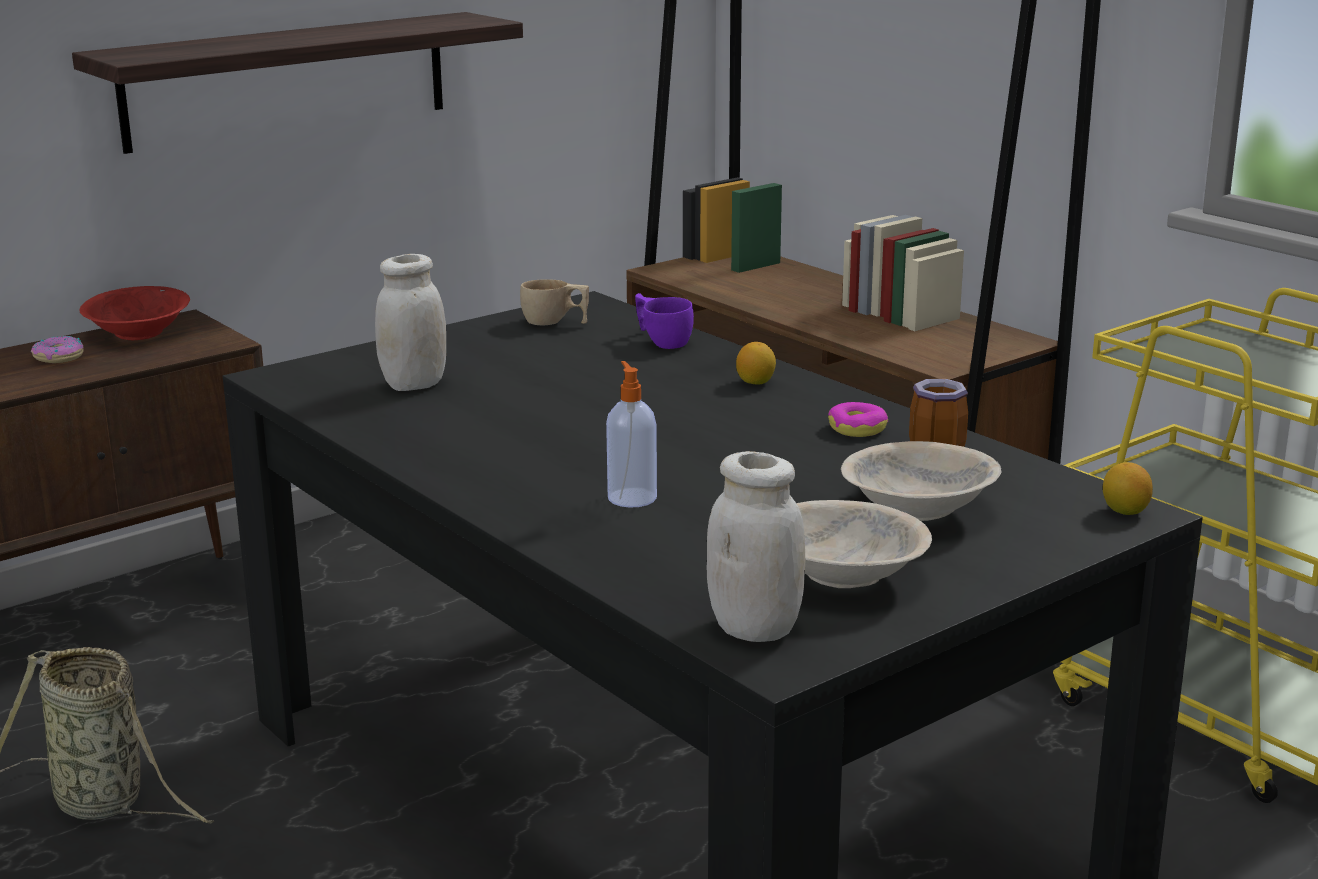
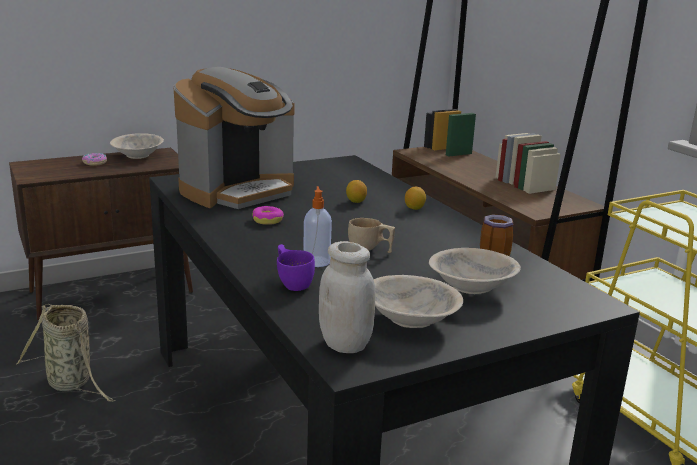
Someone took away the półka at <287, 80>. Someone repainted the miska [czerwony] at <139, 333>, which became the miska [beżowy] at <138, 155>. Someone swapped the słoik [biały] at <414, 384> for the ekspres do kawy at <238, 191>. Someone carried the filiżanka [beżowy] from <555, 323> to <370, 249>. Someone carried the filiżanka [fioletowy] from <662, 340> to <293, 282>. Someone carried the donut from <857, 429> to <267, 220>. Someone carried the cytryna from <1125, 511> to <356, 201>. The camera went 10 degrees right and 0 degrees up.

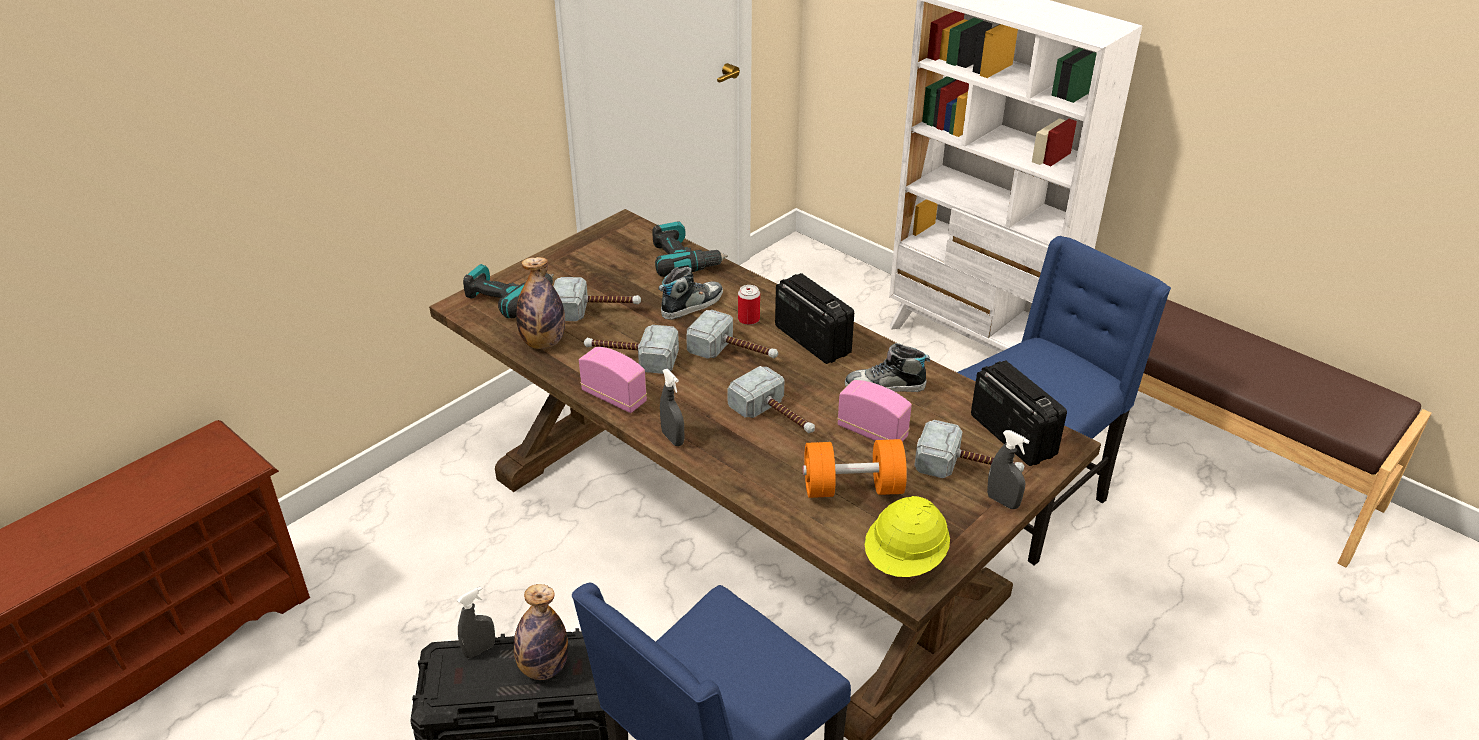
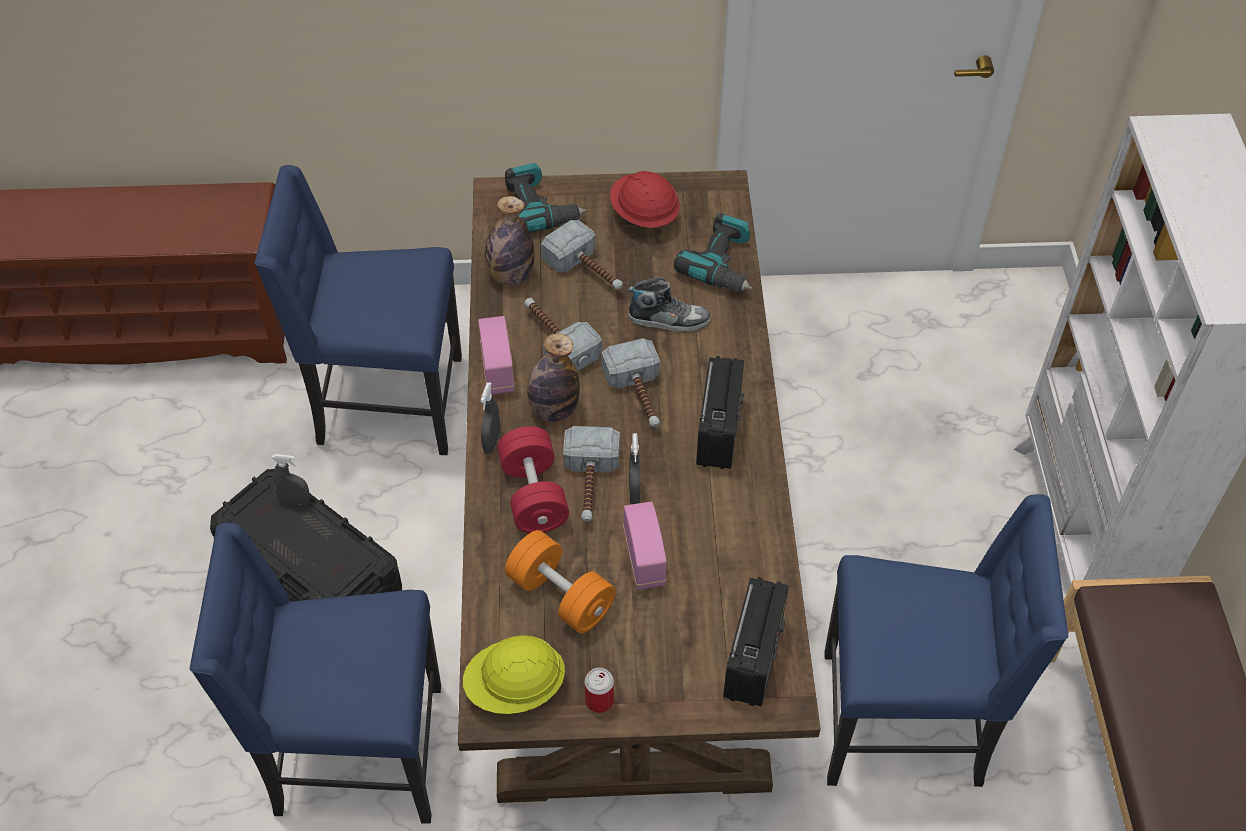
Someone carried the butelka from <543, 668> to <553, 410>. Someone carried the puszka from <748, 319> to <599, 701>. Someone took away the but at <885, 386>. Someone took away the młotek at <968, 468>. Someone carried the spryskiwacz [szary] from <1002, 501> to <634, 493>. Someone put down the krzesło [niebieski] at <386, 403>. Someone put down the hantel [czerwony] at <534, 495>. Someone put down the kask [czerwony] at <644, 215>. The camera went 45 degrees right and 15 degrees up.

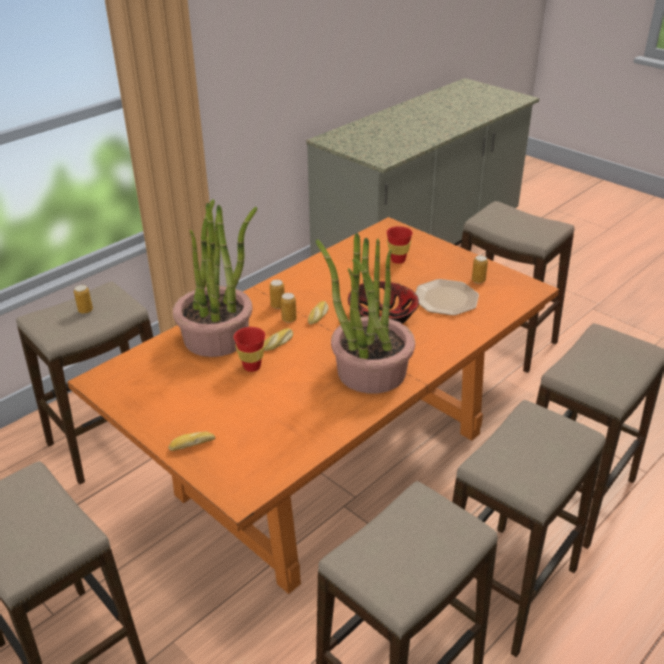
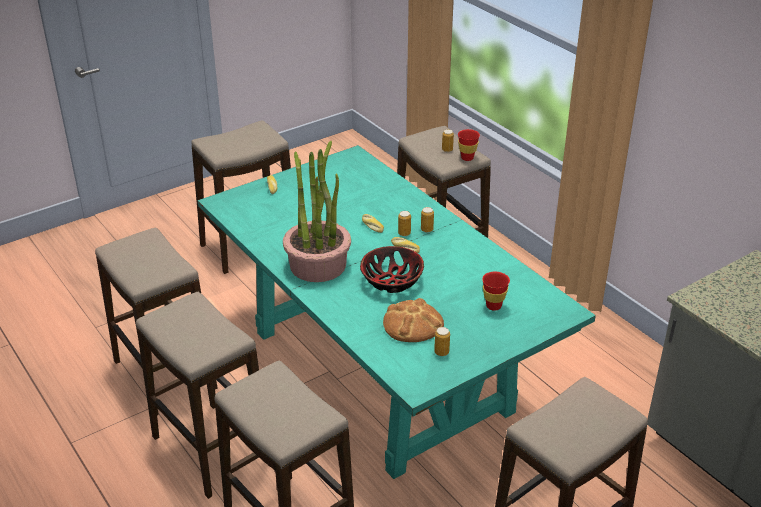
Someone repainted the stół jadalny [pomarańczowy] at <334, 462>, which became the stół jadalny [turkusowy] at <381, 372>. Someone took away the roślina doniczkowa at <217, 337>. Someone carried the filiżanka [czerwony] from <252, 366> to <467, 158>. Someone swapped the talerz at <446, 299> for the chleb at <412, 324>. The camera went 100 degrees right and 0 degrees up.

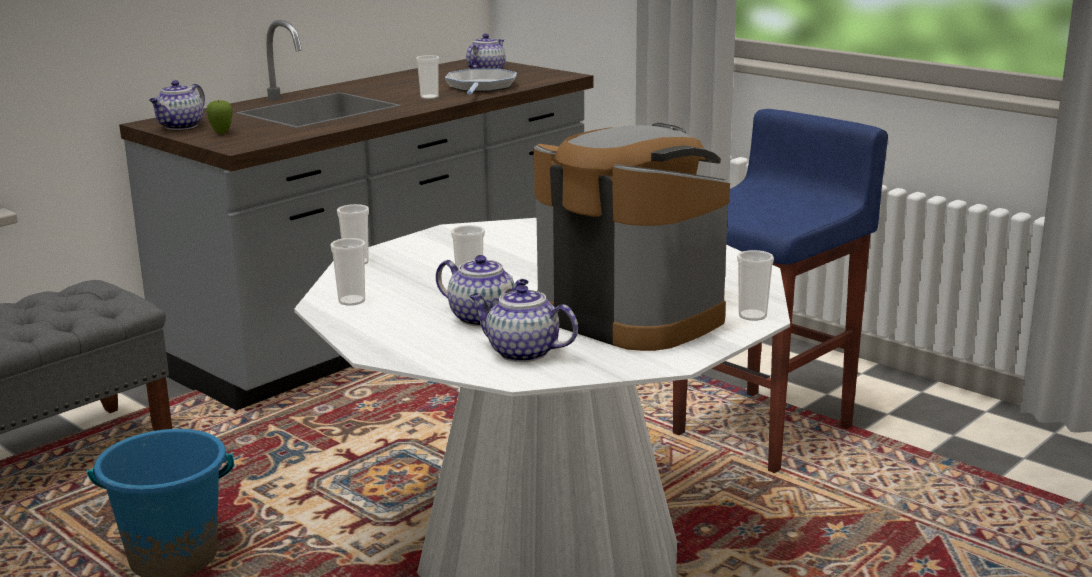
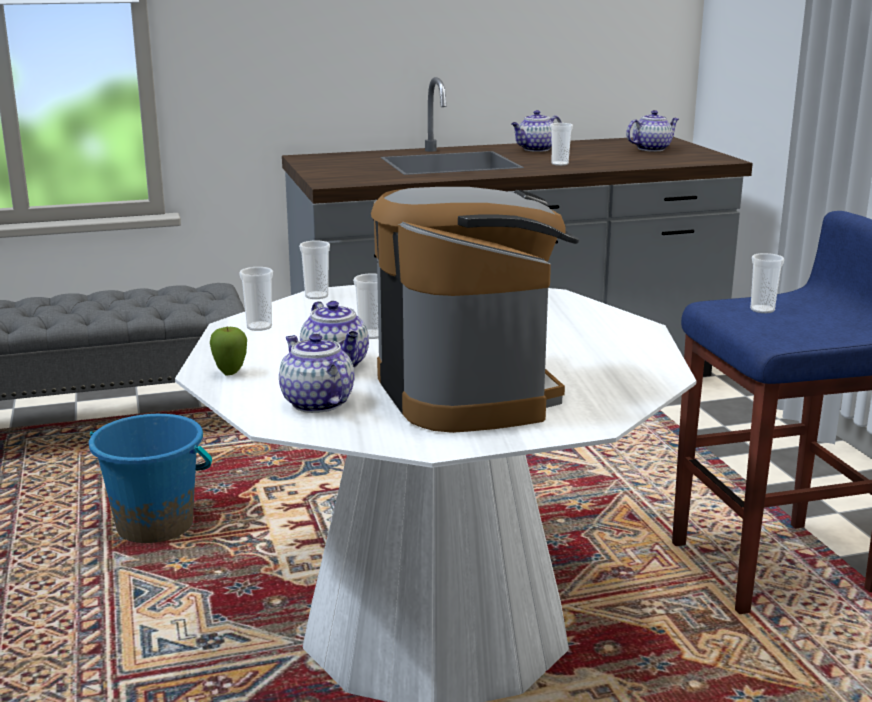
Someone carried the imbryk from <180, 126> to <535, 149>. Someone carried the jabłko from <221, 133> to <230, 373>. Someone took away the patelnia at <480, 87>. Someone carried the filiżanka from <752, 316> to <762, 310>. The camera went 30 degrees right and 0 degrees up.

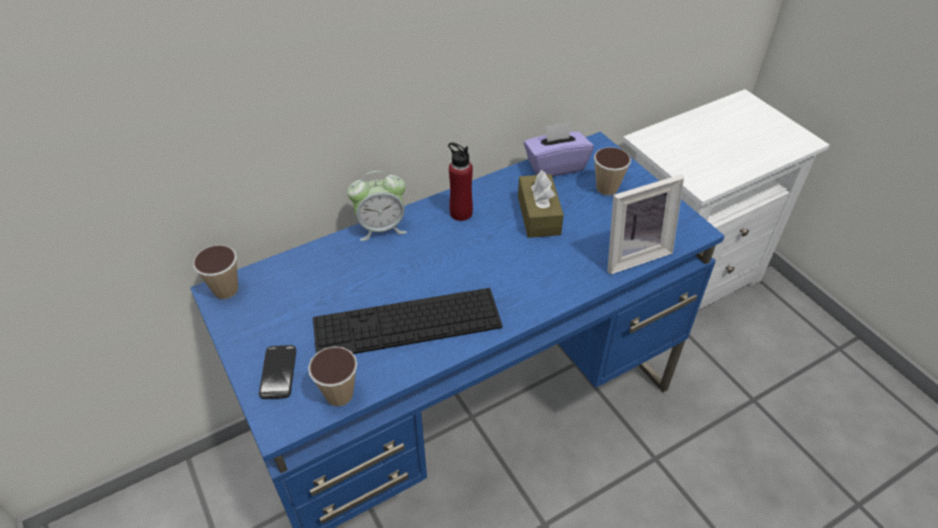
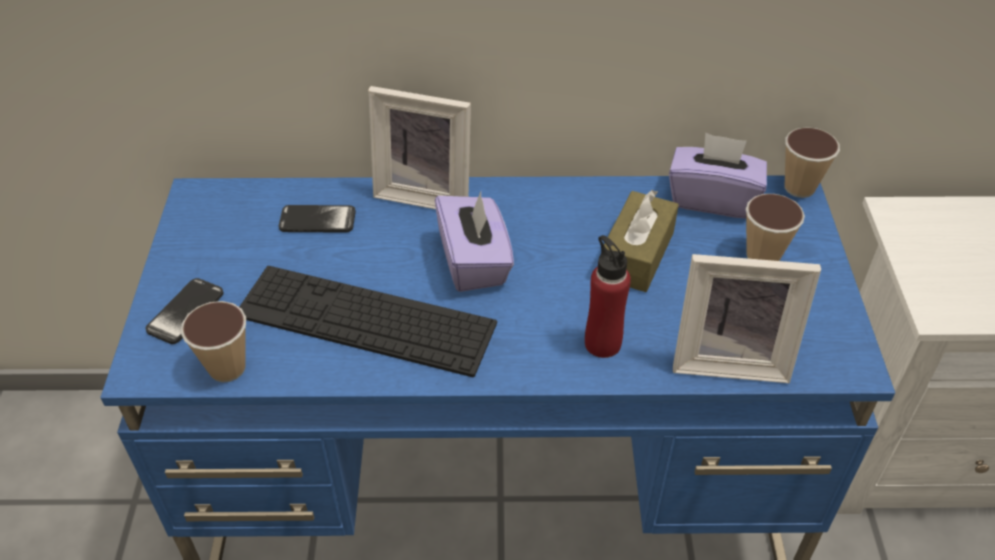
Someone carried the filiżanka from <226, 290> to <799, 187>. Someone swapped the budzik at <381, 228> for the ramka na zdjęcie at <426, 193>. Someone carried the butelka [czerwony] from <461, 213> to <602, 343>. Someone put down the telefon at <317, 220>. Someone put down the pudełko chusteczek [fioletowy] at <474, 262>. The camera went 30 degrees right and 0 degrees up.

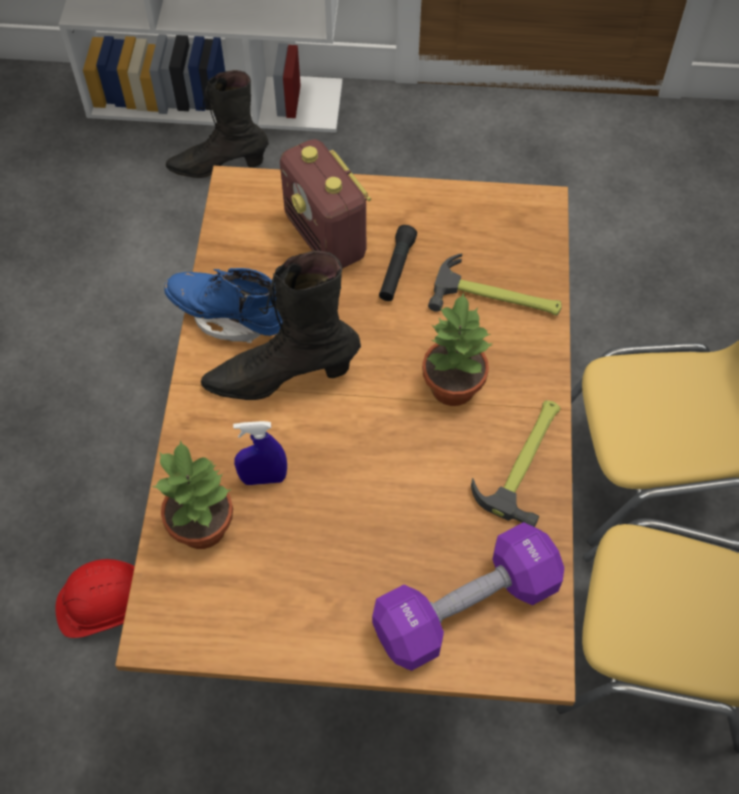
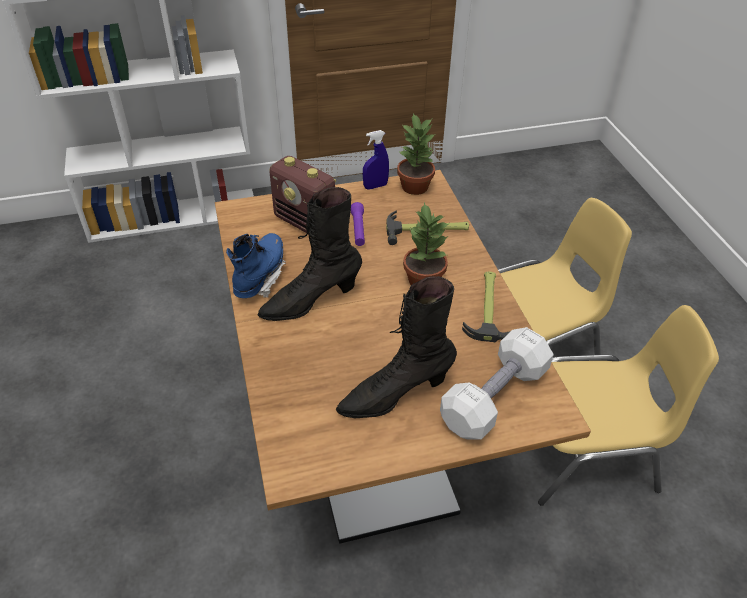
Someone took away the kask [czerwony] at <103, 604>. Someone carried the roślina doniczkowa from <203, 525> to <415, 186>. Someone rotated the but z cholewką [niebieski] at <229, 316> by 105 degrees clockwise. Someone carried the but z cholewką [czarny] from <218, 165> to <394, 394>. Someone carried the spryskiwacz [niebieski] from <263, 478> to <375, 186>. Someone repainted the hantel [fioletowy] at <466, 607>, which became the hantel [biały] at <494, 397>. Someone repainted the latarka [czarny] at <396, 269>, which became the latarka [fioletowy] at <358, 229>. The camera went 20 degrees left and 15 degrees down.

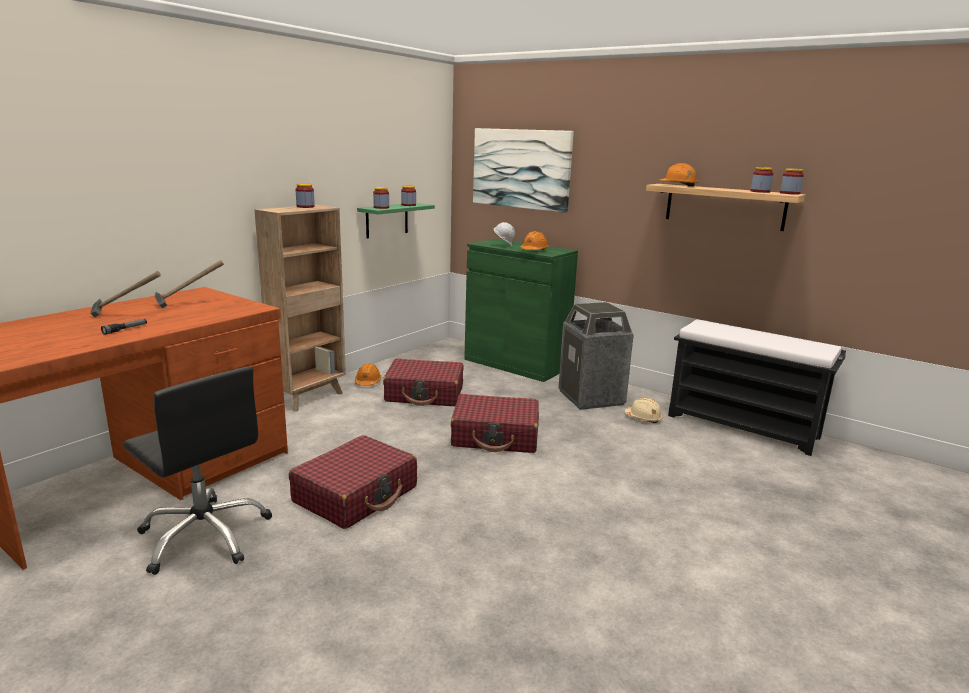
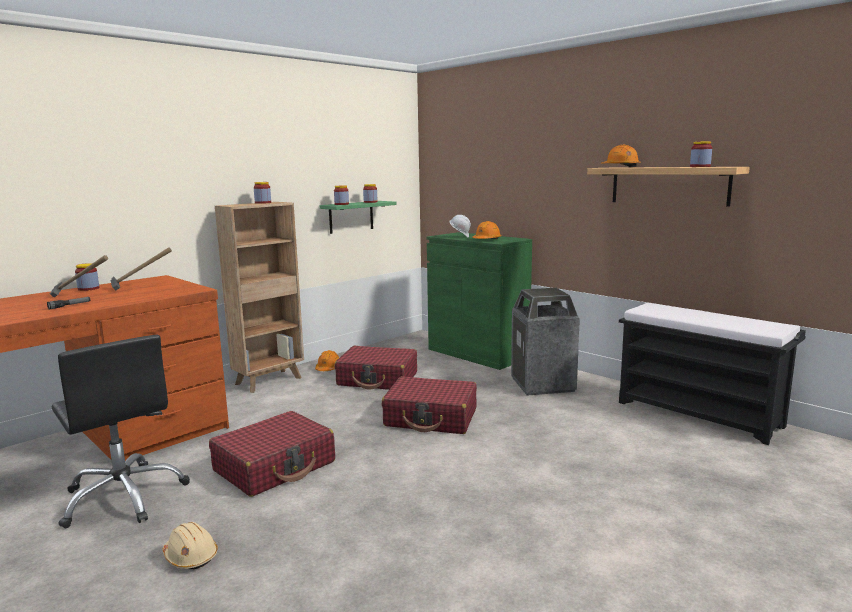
Someone took away the obraz at <521, 169>. Someone carried the kask [beżowy] from <643, 418> to <190, 556>. Someone carried the słoik from <789, 193> to <88, 288>. The camera went 10 degrees right and 5 degrees down.

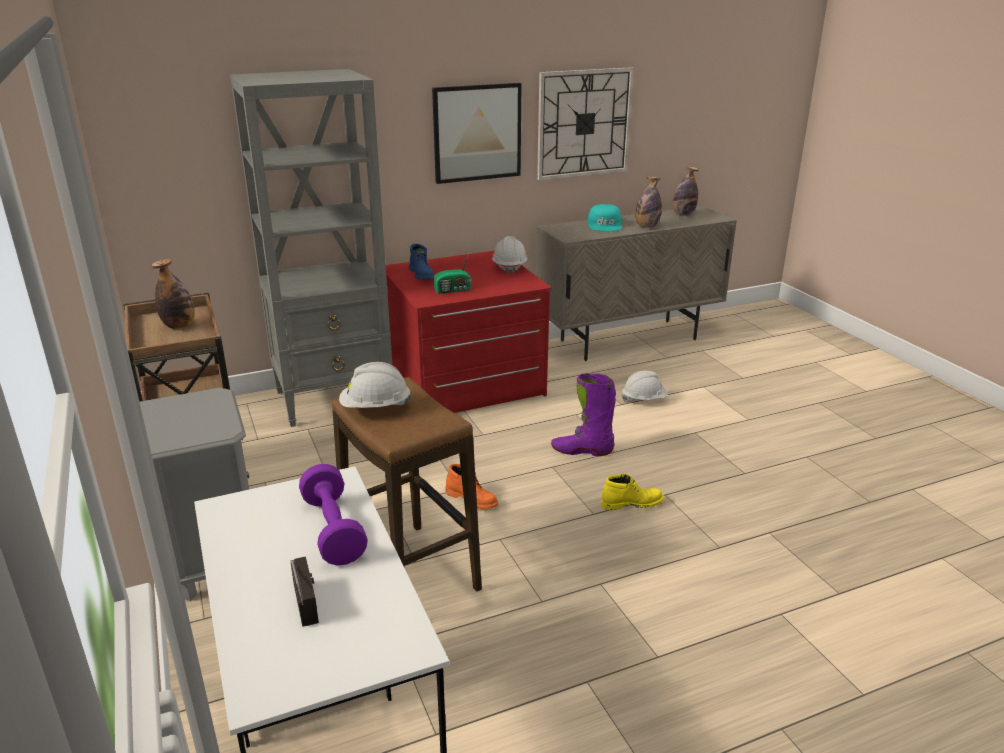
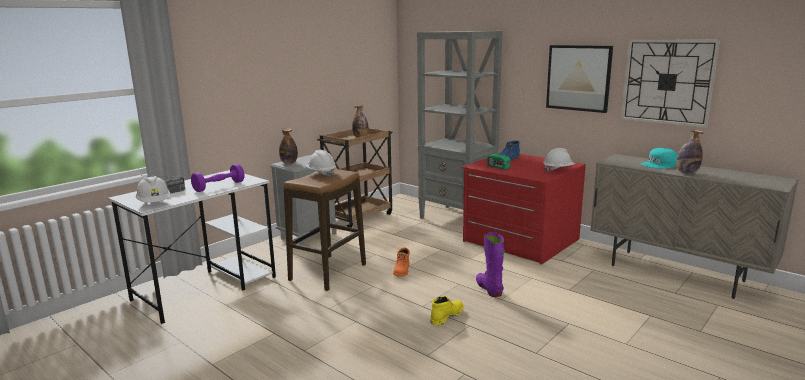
Someone rotated the but z cholewką [żółty] at <631, 503> by 105 degrees counterclockwise. Someone carried the kask [biały] from <644, 399> to <154, 203>. Someone carried the butelka from <683, 214> to <289, 163>. The camera went 65 degrees right and 10 degrees down.

